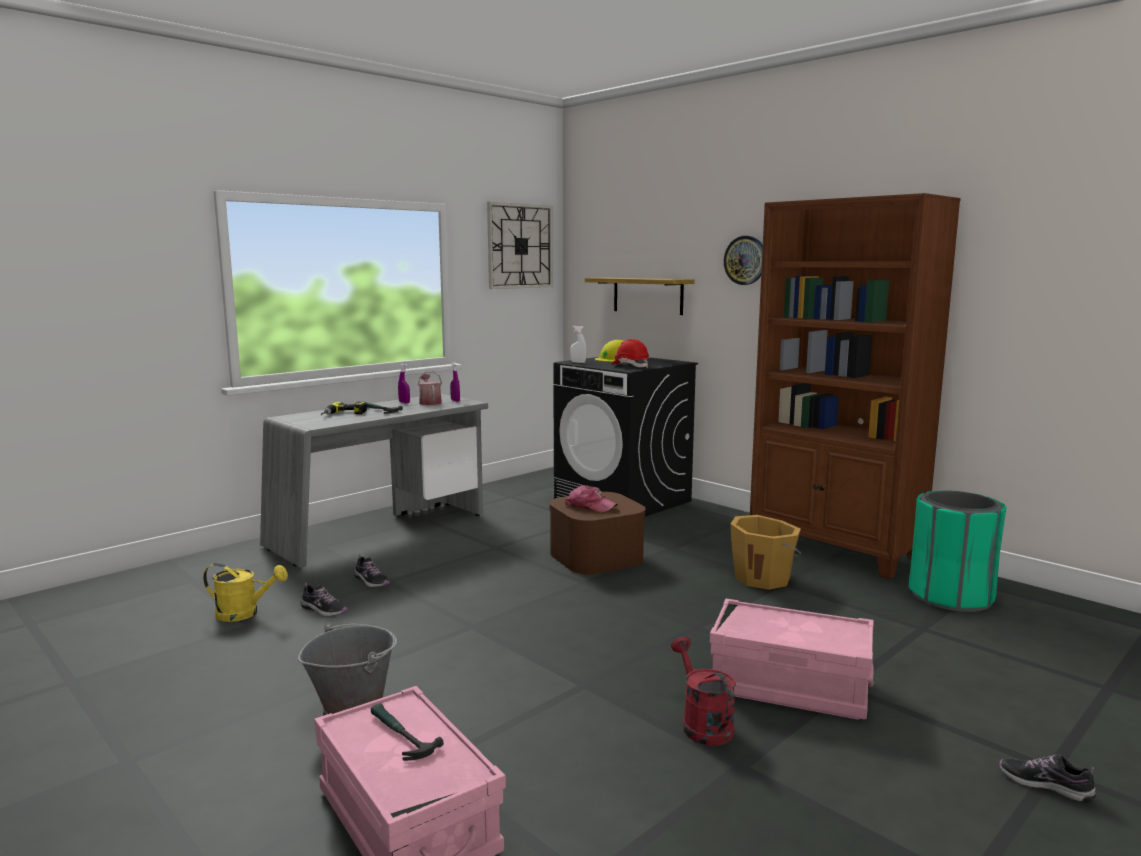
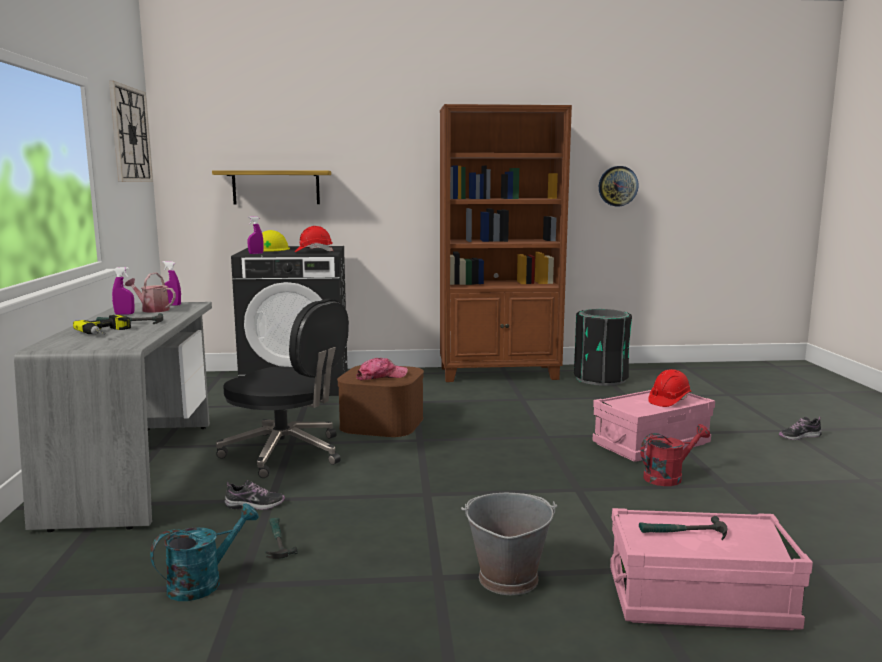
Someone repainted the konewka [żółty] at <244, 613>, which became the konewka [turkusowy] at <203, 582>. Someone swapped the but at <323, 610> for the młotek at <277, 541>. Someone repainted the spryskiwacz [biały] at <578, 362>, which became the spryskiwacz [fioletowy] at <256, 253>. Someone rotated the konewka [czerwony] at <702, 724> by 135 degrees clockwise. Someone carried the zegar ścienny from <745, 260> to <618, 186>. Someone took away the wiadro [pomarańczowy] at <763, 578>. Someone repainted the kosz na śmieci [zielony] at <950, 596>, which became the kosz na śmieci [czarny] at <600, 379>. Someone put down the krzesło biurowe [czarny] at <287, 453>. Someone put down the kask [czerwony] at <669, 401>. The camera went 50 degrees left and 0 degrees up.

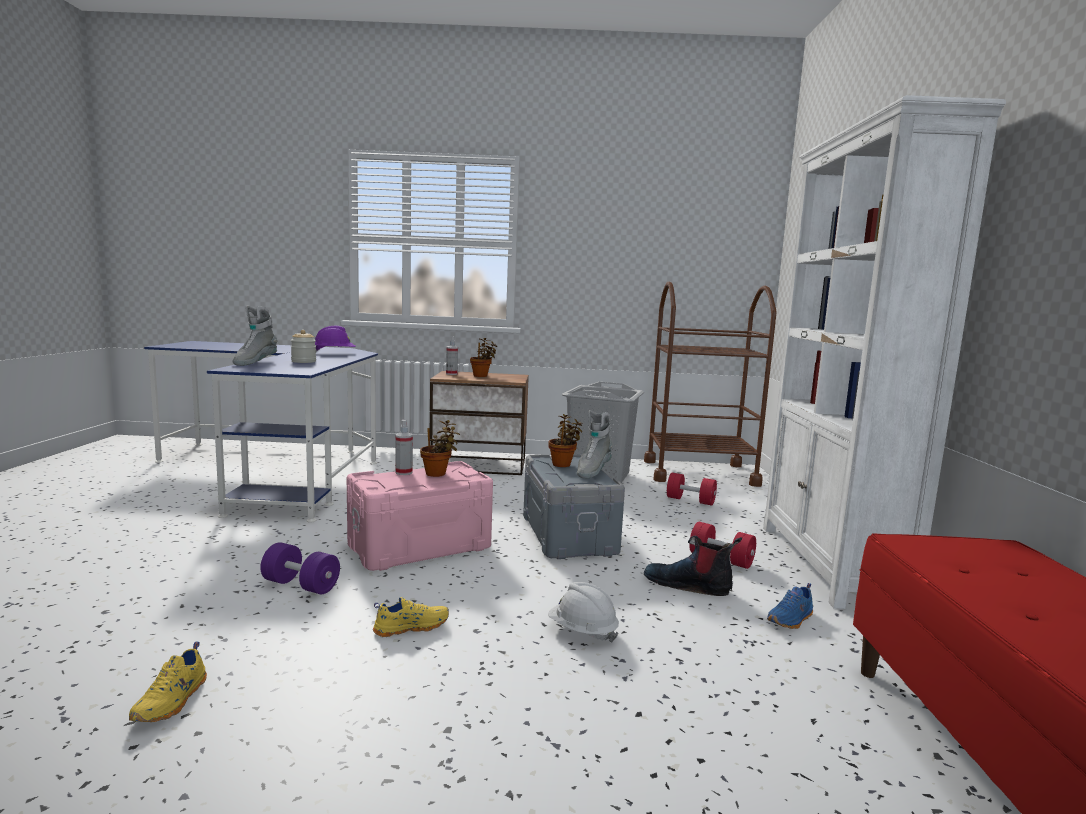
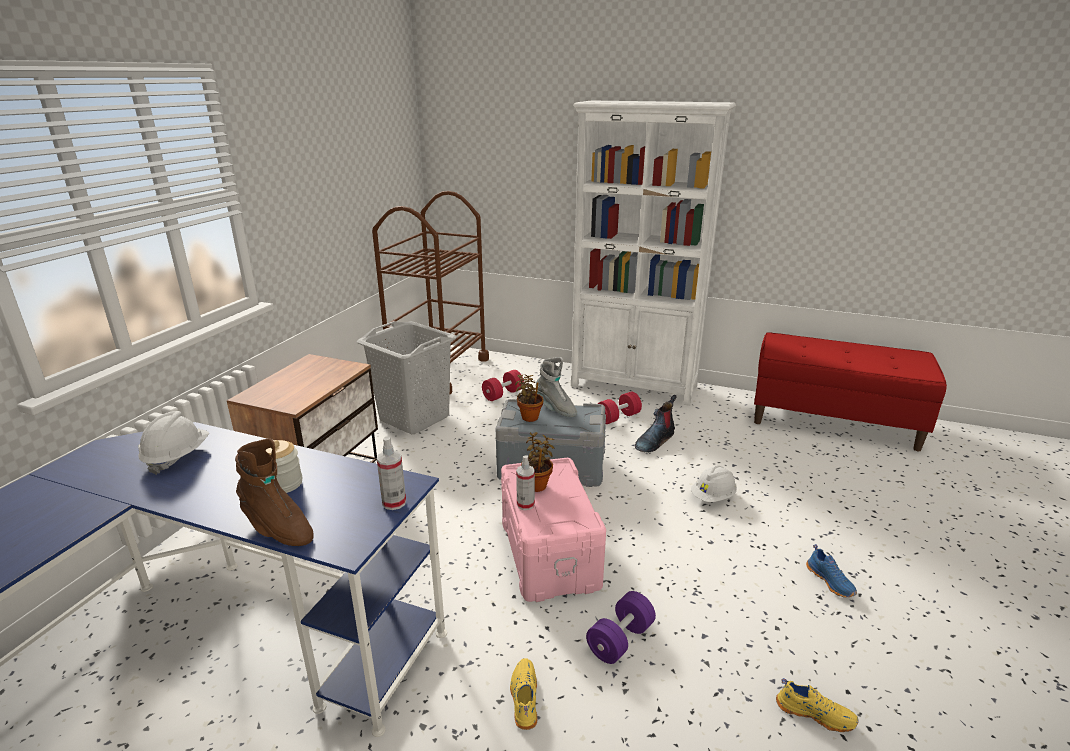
Someone repainted the but z cholewką [szary] at <255, 363>, which became the but z cholewką [brązowy] at <277, 528>. Someone repainted the kask [fioletowy] at <334, 353>, which became the kask [biały] at <177, 457>. Someone carried the but [żółty] from <411, 627> to <523, 698>. Someone carried the spryskiwacz from <451, 374> to <394, 502>. Someone took away the roślina doniczkowa at <482, 376>. Someone carried the but [niebieski] from <791, 620> to <831, 581>. The camera went 70 degrees left and 15 degrees up.

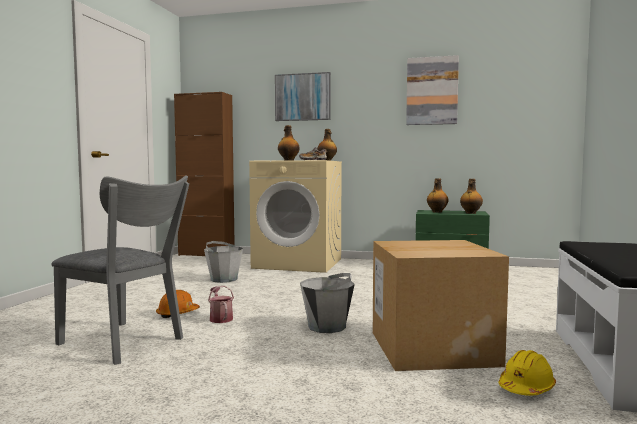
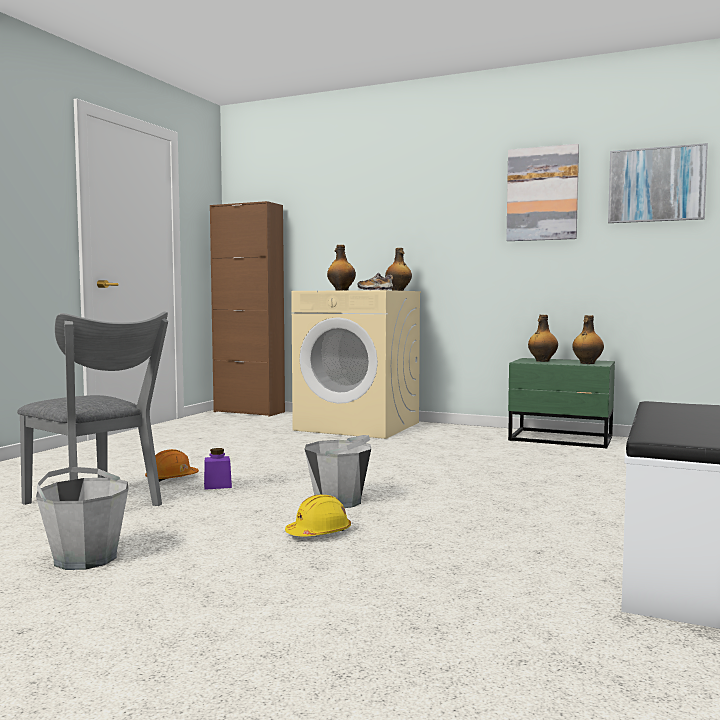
Someone carried the wiadro [szary] from <224, 279> to <85, 558>. Someone swapped the konewka at <220, 318> for the słoik [fioletowy] at <217, 485>. Someone carried the obraz from <303, 97> to <656, 185>. Someone took away the karton at <432, 348>. Someone carried the kask [żółty] from <526, 388> to <319, 533>. The camera went 10 degrees right and 0 degrees up.

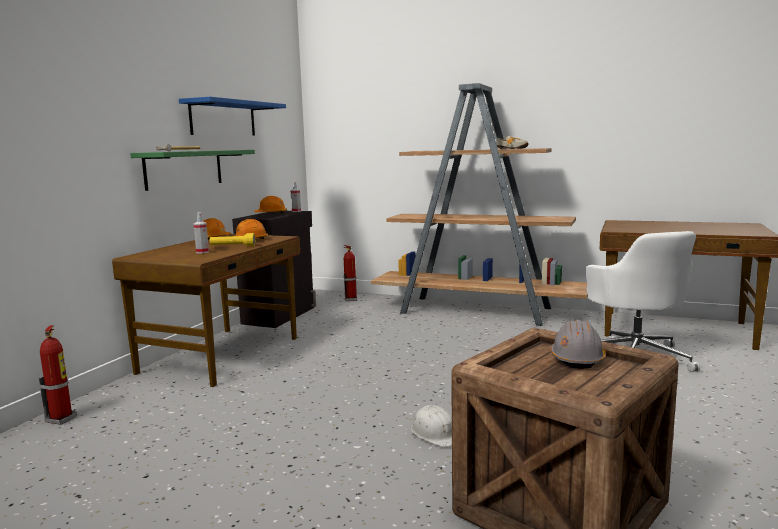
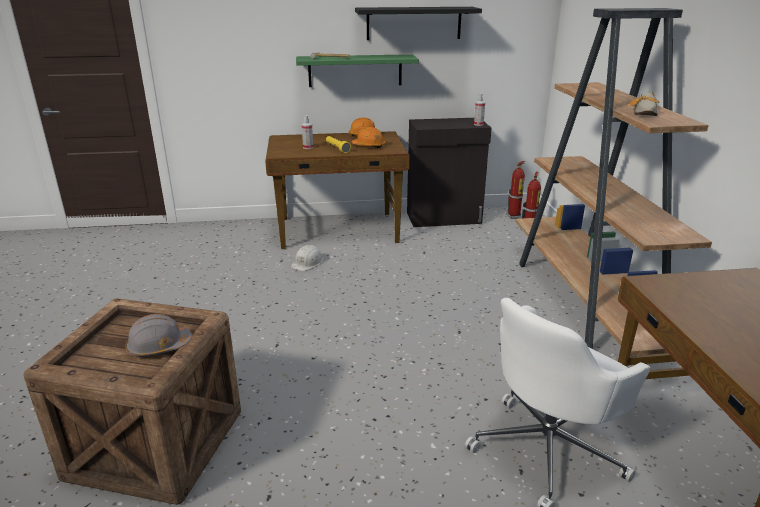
Someone carried the gaśnica from <62, 419> to <514, 216>. Someone repainted the półka [niebieski] at <223, 119>, which became the półka [czarny] at <414, 23>. Someone took away the kask [pomarańczowy] at <271, 214>. Someone carried the kask [biały] from <436, 434> to <307, 262>. The camera went 60 degrees right and 15 degrees up.

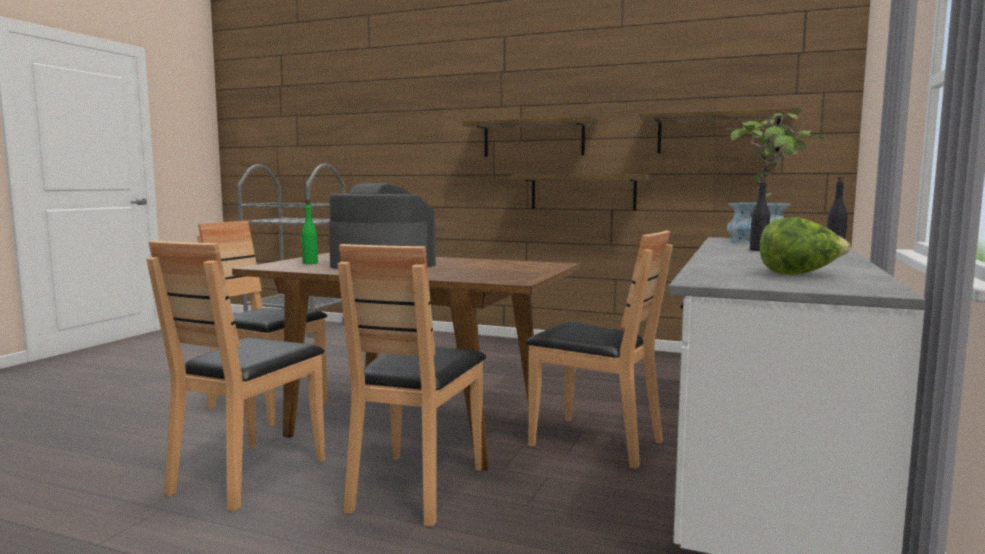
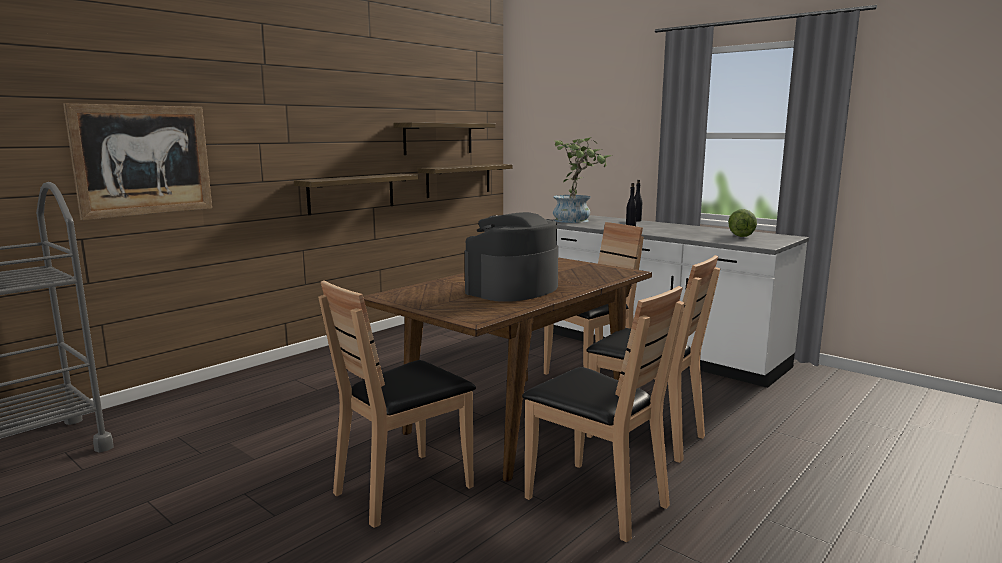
Someone took away the butelka [zielony] at <310, 263>. Someone carried the półka from <533, 138> to <458, 180>. Someone put up the obraz at <143, 160>. The camera went 70 degrees left and 5 degrees up.

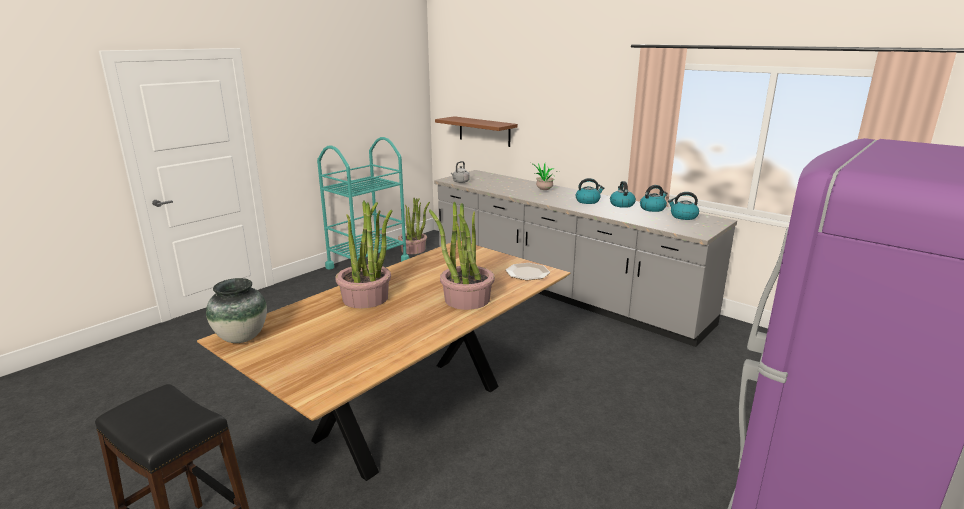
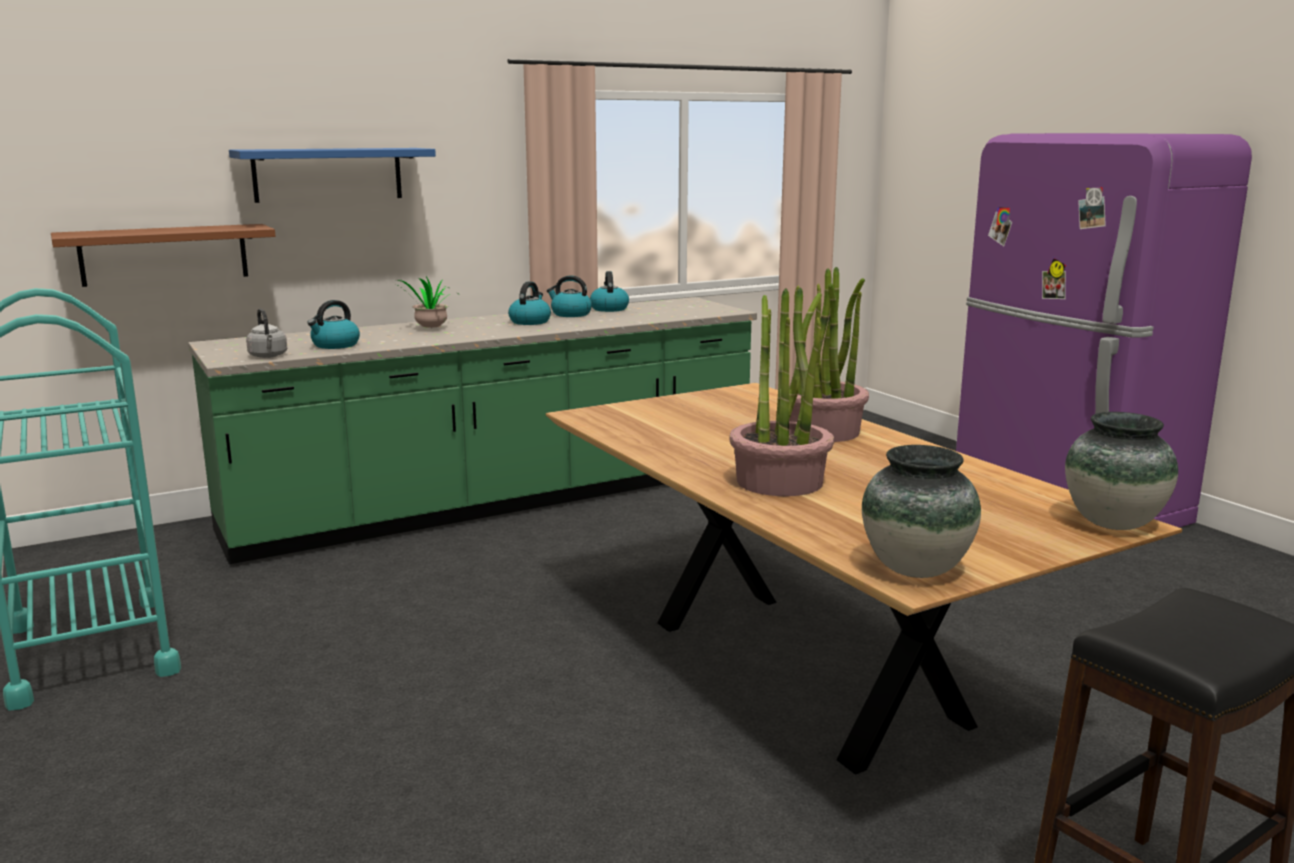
Someone took away the roślina doniczkowa at <413, 250>. Someone repainted the zabudowa kuchenna [szary] at <562, 291>, which became the zabudowa kuchenna [zielony] at <500, 501>. Someone took away the talerz at <527, 272>. Someone carried the czajnik from <683, 216> to <335, 345>. Someone put up the półka [niebieski] at <328, 174>. Someone put down the wazon at <1112, 523>. The camera went 70 degrees left and 5 degrees down.

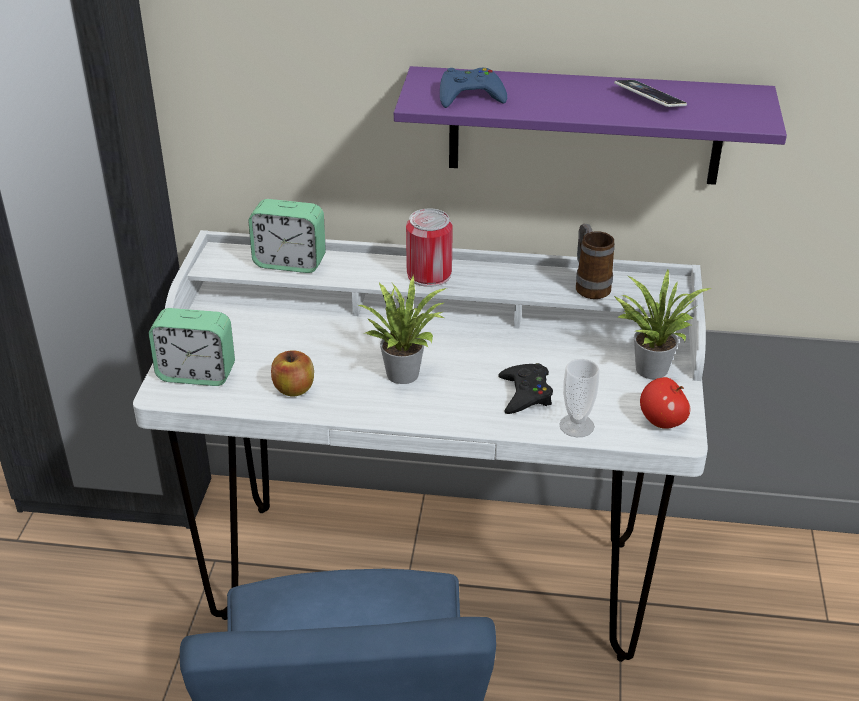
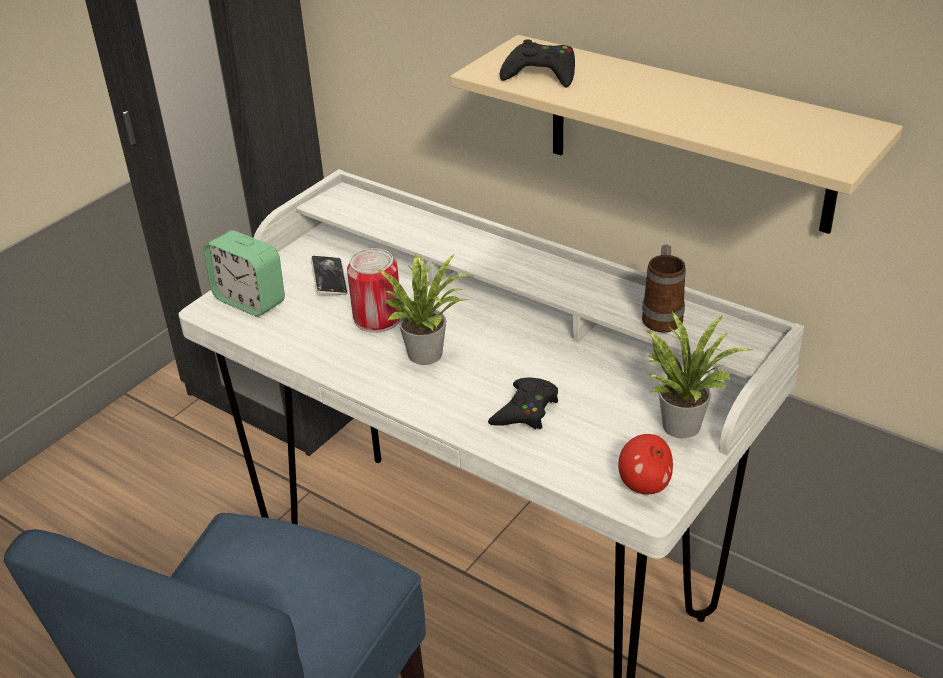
Someone took away the budzik at <290, 262>. Someone took away the jabłko at <294, 389>. Someone repainted the półka [fioletowy] at <585, 126>, which became the półka [beżowy] at <688, 134>. Someone carried the puszka from <429, 274> to <377, 318>. Someone repainted the pad do gier [niebieski] at <470, 96>, which became the pad do gier [czarny] at <541, 73>. Someone took away the filiżanka at <576, 426>. Someone carried the telefon from <649, 98> to <329, 279>. The camera went 30 degrees right and 0 degrees up.

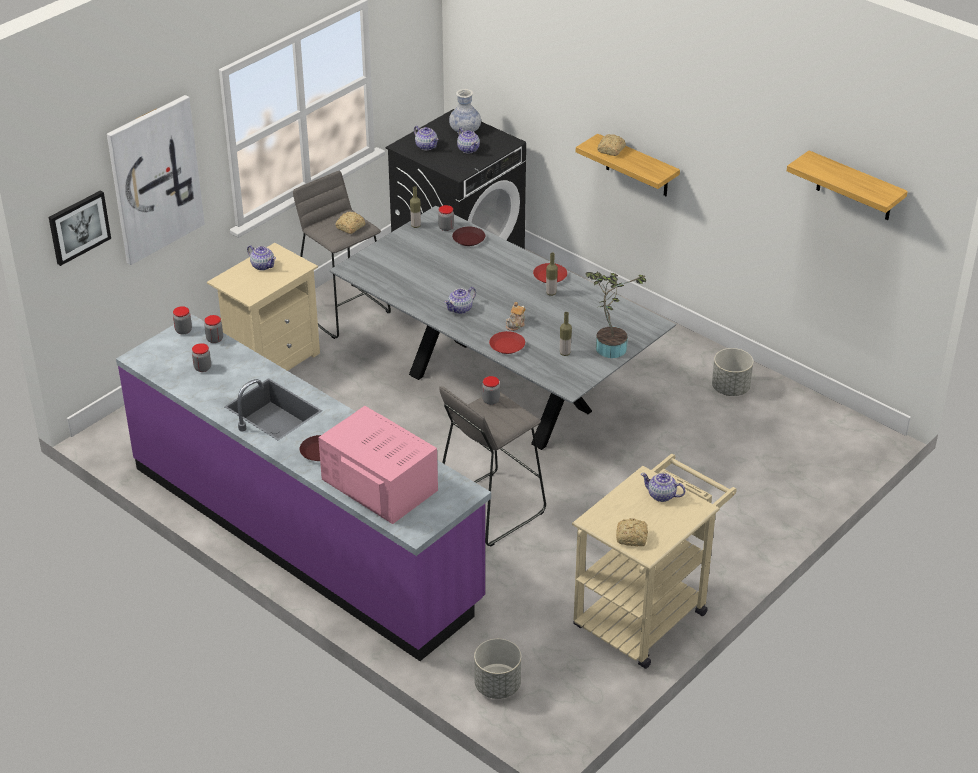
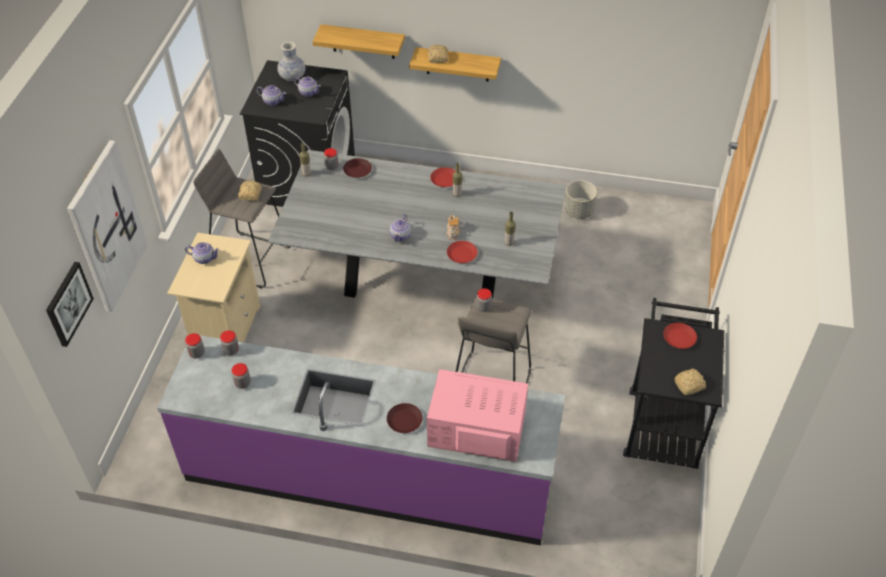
Someone took away the donica [szary] at <497, 686>. Someone repainted the wózek [beżowy] at <647, 612>, which became the wózek [czarny] at <663, 420>. Someone took away the roślina doniczkowa at <609, 346>. Someone swapped the imbryk at <662, 495> for the talerz [czerwony] at <679, 338>. Someone carried the półka from <854, 187> to <363, 41>. The camera went 30 degrees left and 10 degrees up.

